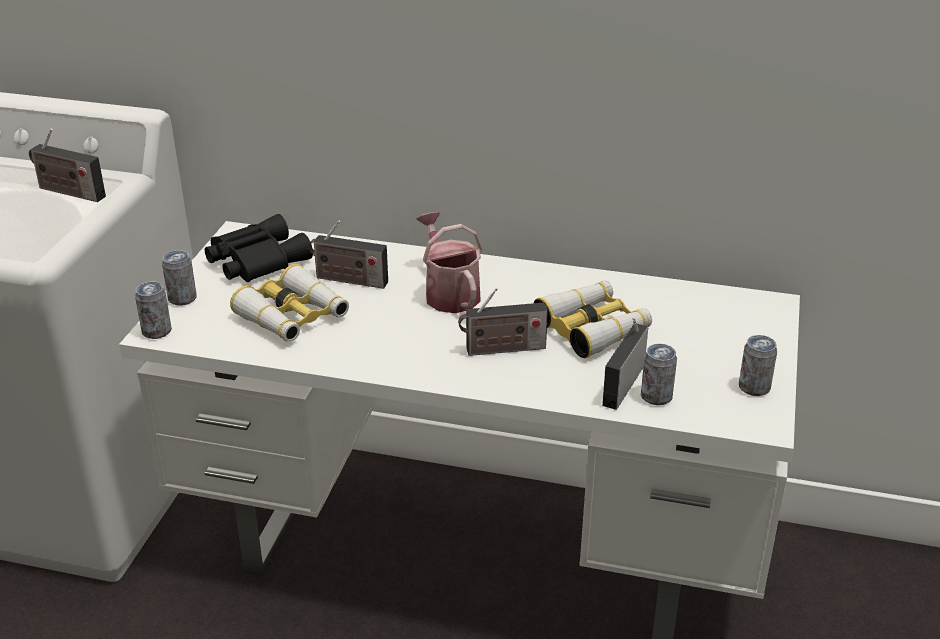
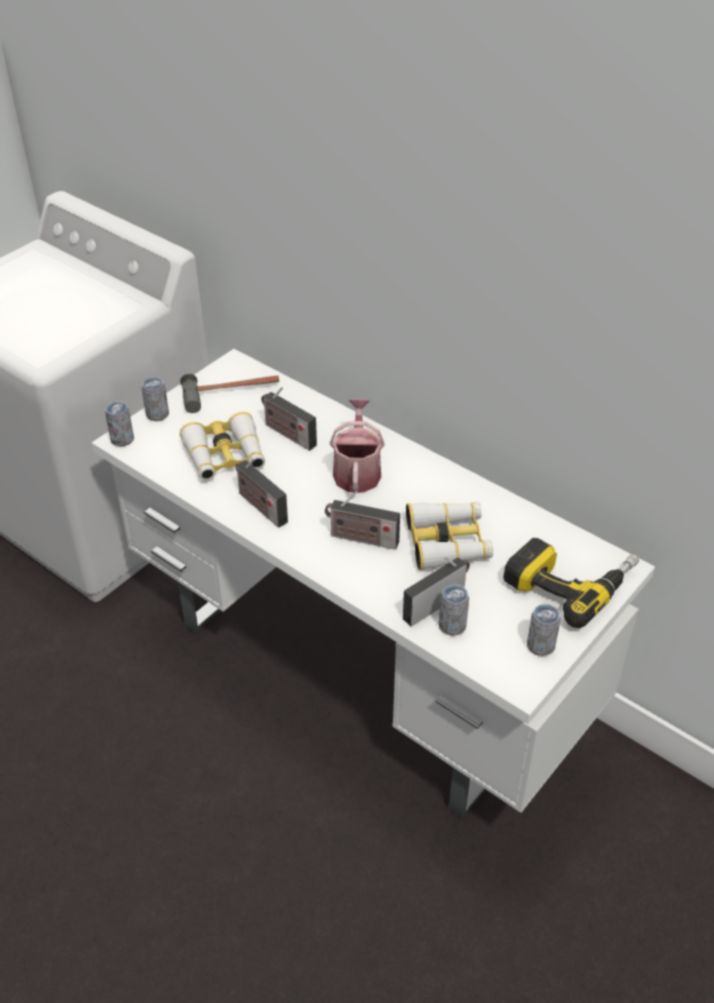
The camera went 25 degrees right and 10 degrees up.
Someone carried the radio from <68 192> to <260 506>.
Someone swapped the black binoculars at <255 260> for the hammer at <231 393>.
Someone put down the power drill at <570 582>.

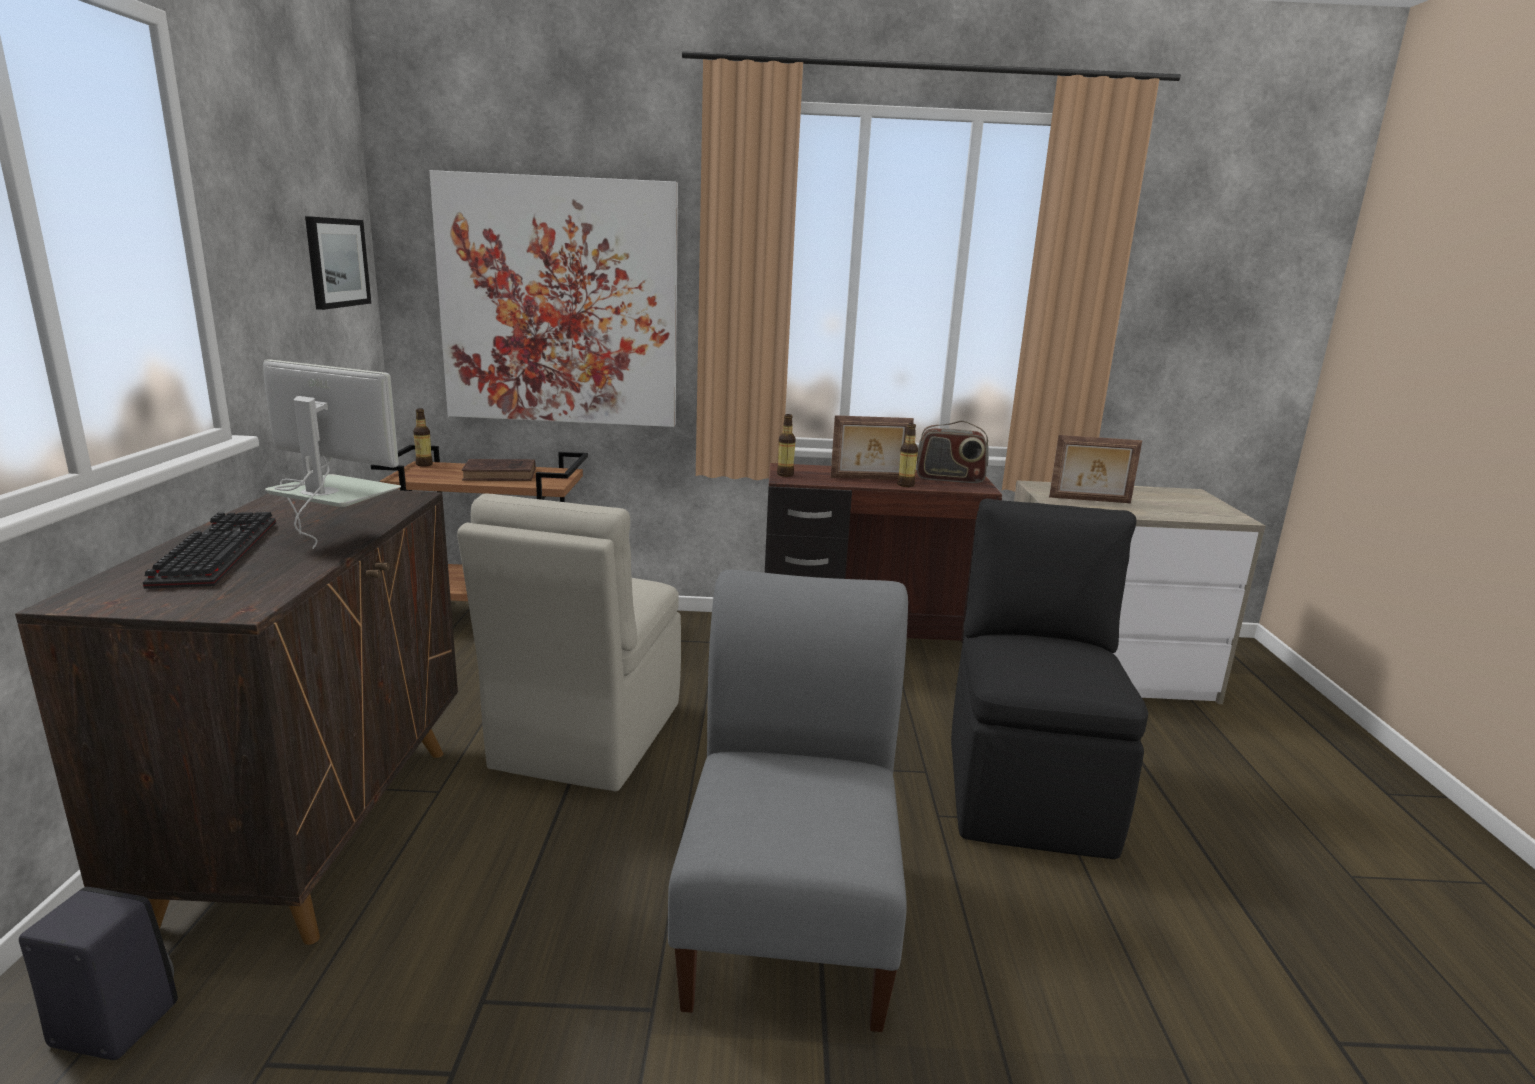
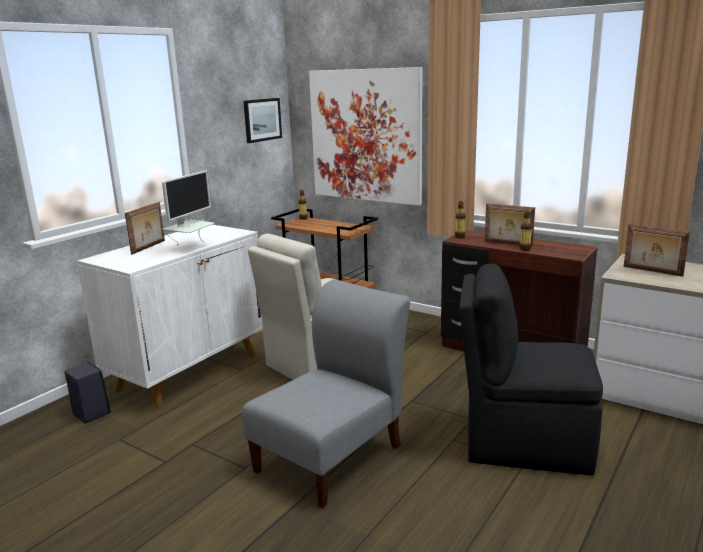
The camera went 35 degrees right and 0 degrees up.
Someone repainted the brown cabinet at <317 827>, which became the white cabinet at <190 371>.
Someone swapped the keyboard at <214 552> for the picture frame at <149 247>.
Someone rotated the monitor at <337 541> by 60 degrees clockwise.
Someone took away the brown book at <502 475>.
Someone took away the radio at <949 479>.
Someone rotated the black chair at <1026 788> by 120 degrees counterclockwise.

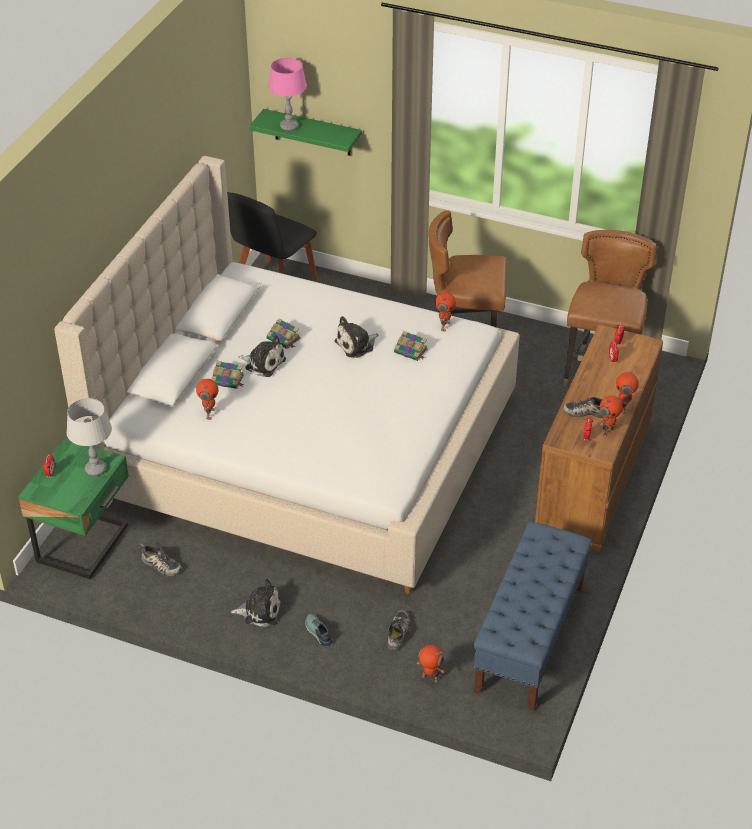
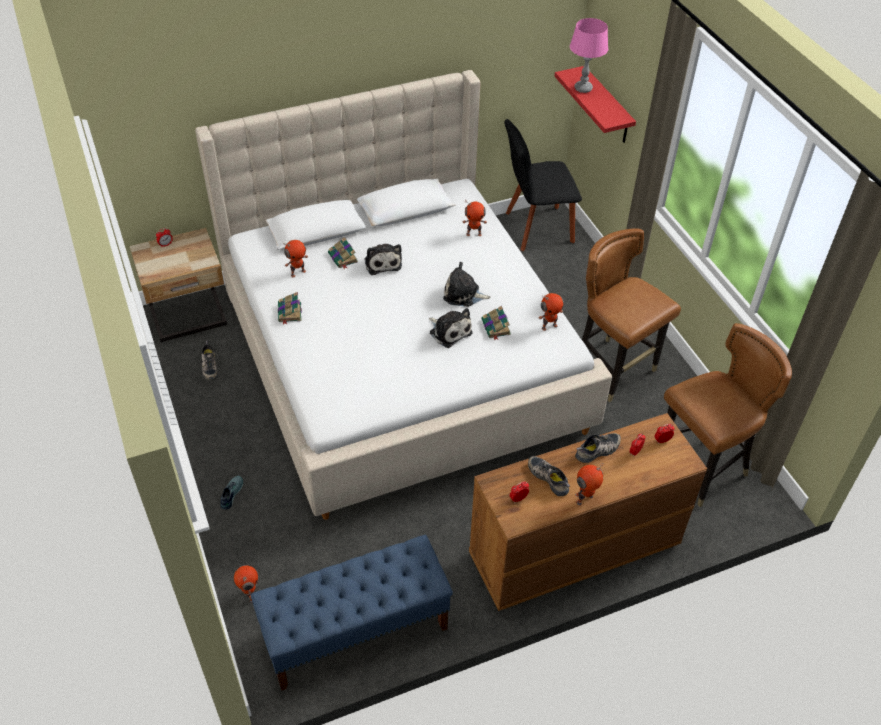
The camera went 45 degrees right and 5 degrees up.
Someone repainted the green nightstand at <86 545>, which became the beige nightstand at <189 318>.
Someone took away the grey table lamp at <96 469>.
Someone carried the plush toy from <259 611> to <449 331>.
Someone repainted the green shelf at <312 133>, which became the red shelf at <607 106>.
Someone carried the book from <284 339> to <290 313>.
Someone carried the shoe from <398 633> to <598 451>.
Someone carried the toy robot from <607 431> to <474 234>.

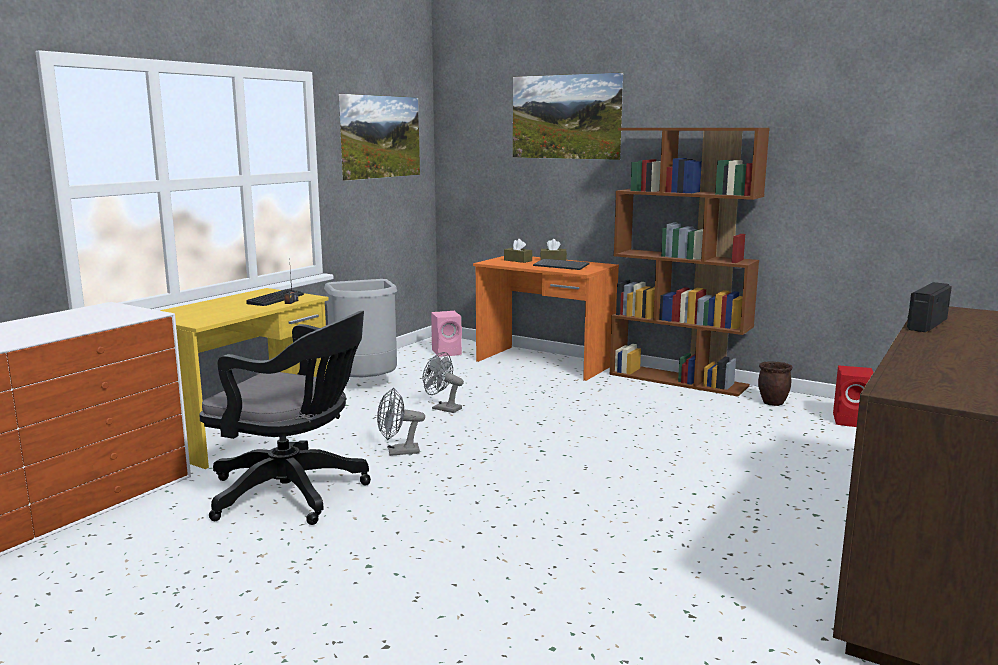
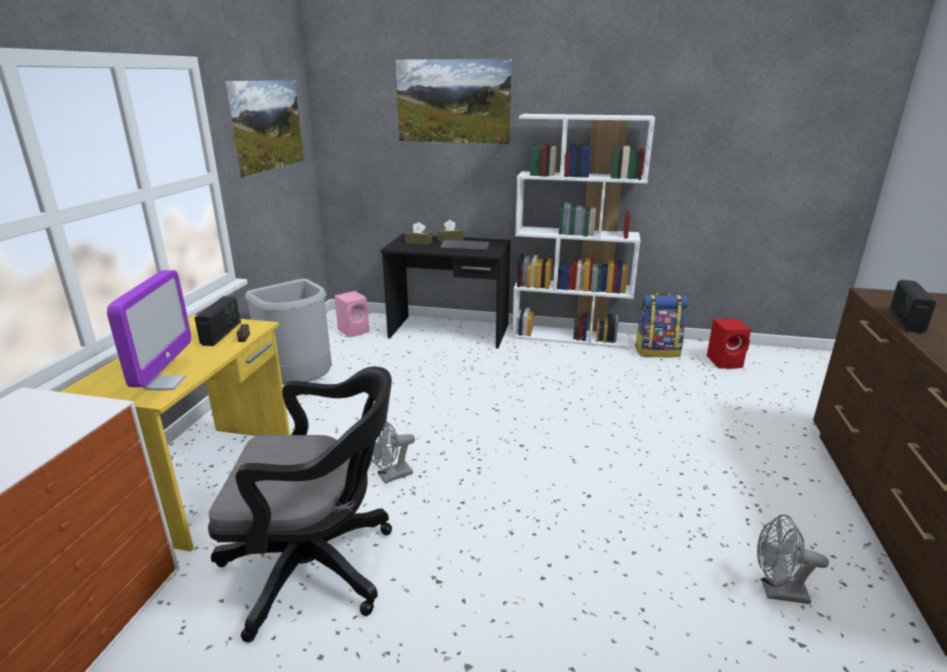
The camera went 20 degrees left and 10 degrees up.
Someone swapped the keyboard at <276 299> for the radio at <221 334>.
Someone carried the grey fan from <442 408> to <777 592>.
Someone repainted the orange desk at <544 363>, which became the black desk at <449 332>.
Someone repainted the brown bookcase at <678 380>, which became the white bookcase at <570 336>.
Someone swapped the brown planter at <773 403> for the backpack at <657 351>.
Someone put down the monitor at <164 383>.

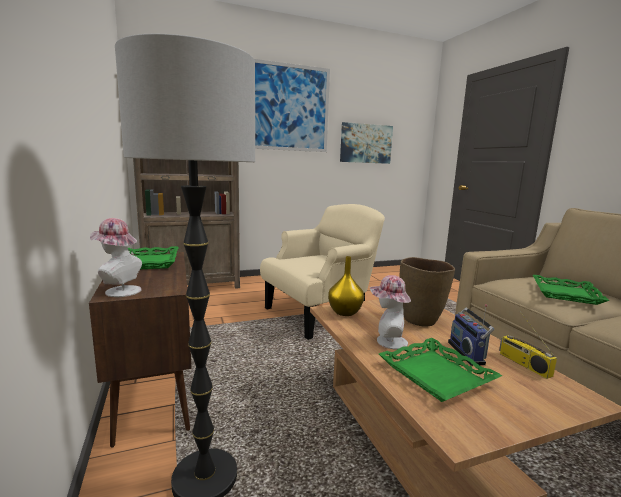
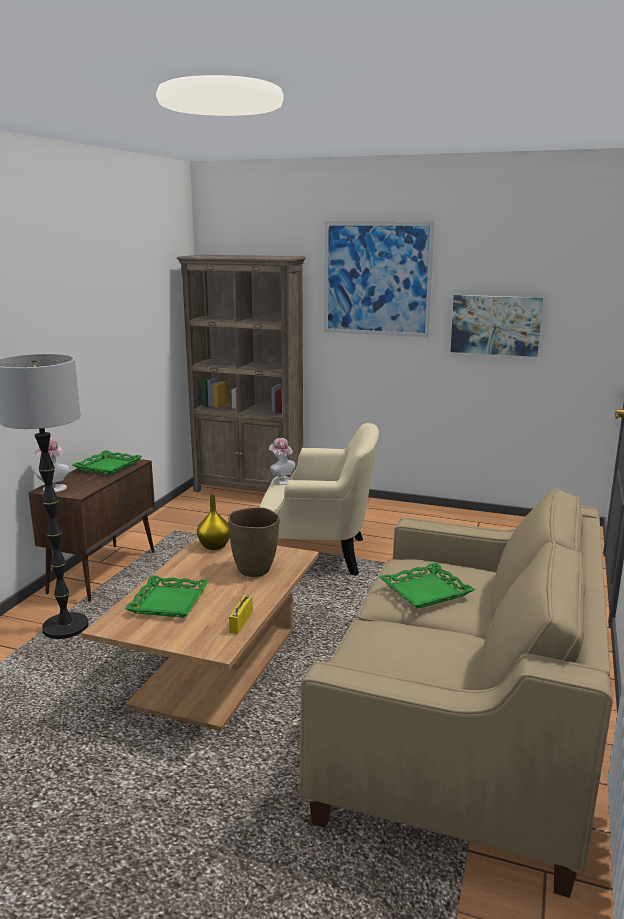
The camera went 40 degrees right and 5 degrees up.
Someone carried the hat from <387 341> to <281 480>.
Someone took away the radio at <468 353>.

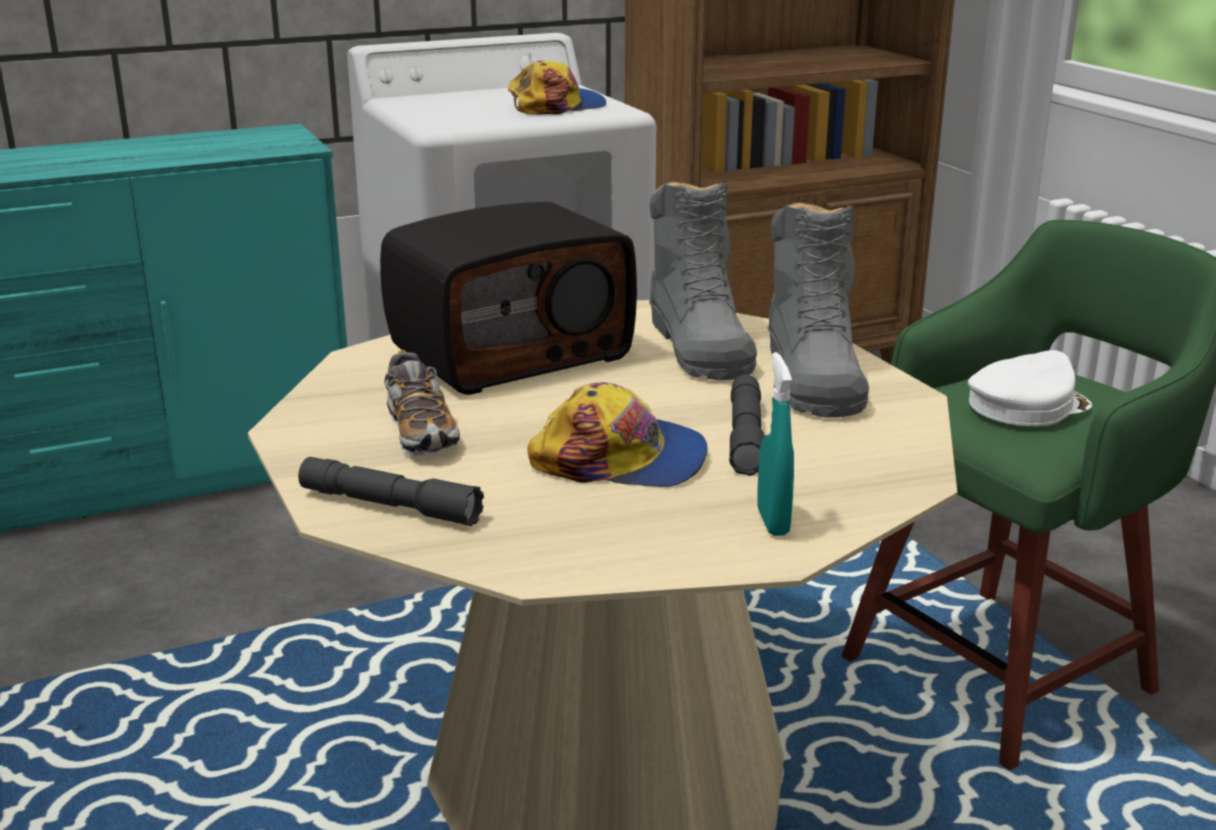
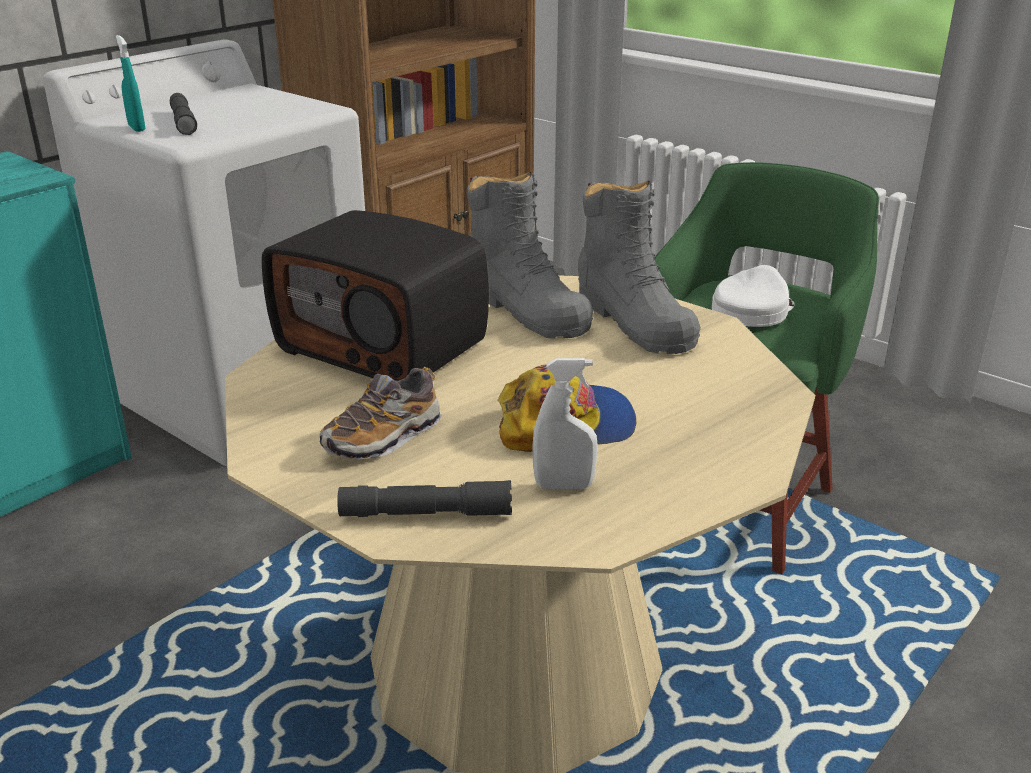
The camera went 25 degrees left and 5 degrees up.
Someone rotated the radio at <510 353> by 90 degrees clockwise.
Someone rotated the shoe at <421 432> by 90 degrees clockwise.
Someone took away the cap at <556 106>.
Someone carried the grey flashlight from <745 436> to <183 122>.
Someone carried the turquoise spray bottle from <773 522> to <136 128>.
Someone put down the white spray bottle at <564 486>.

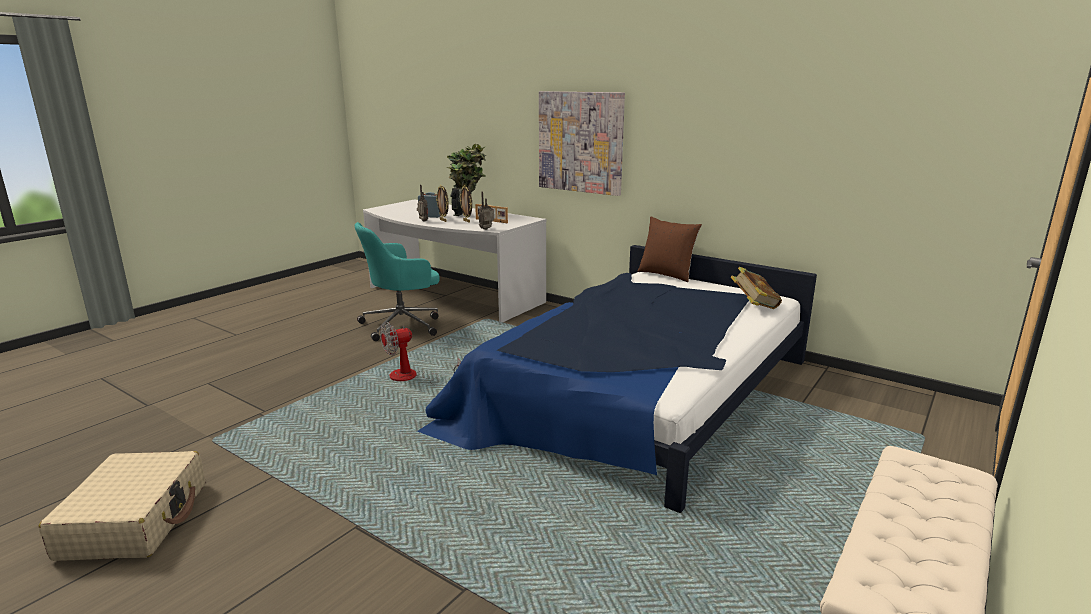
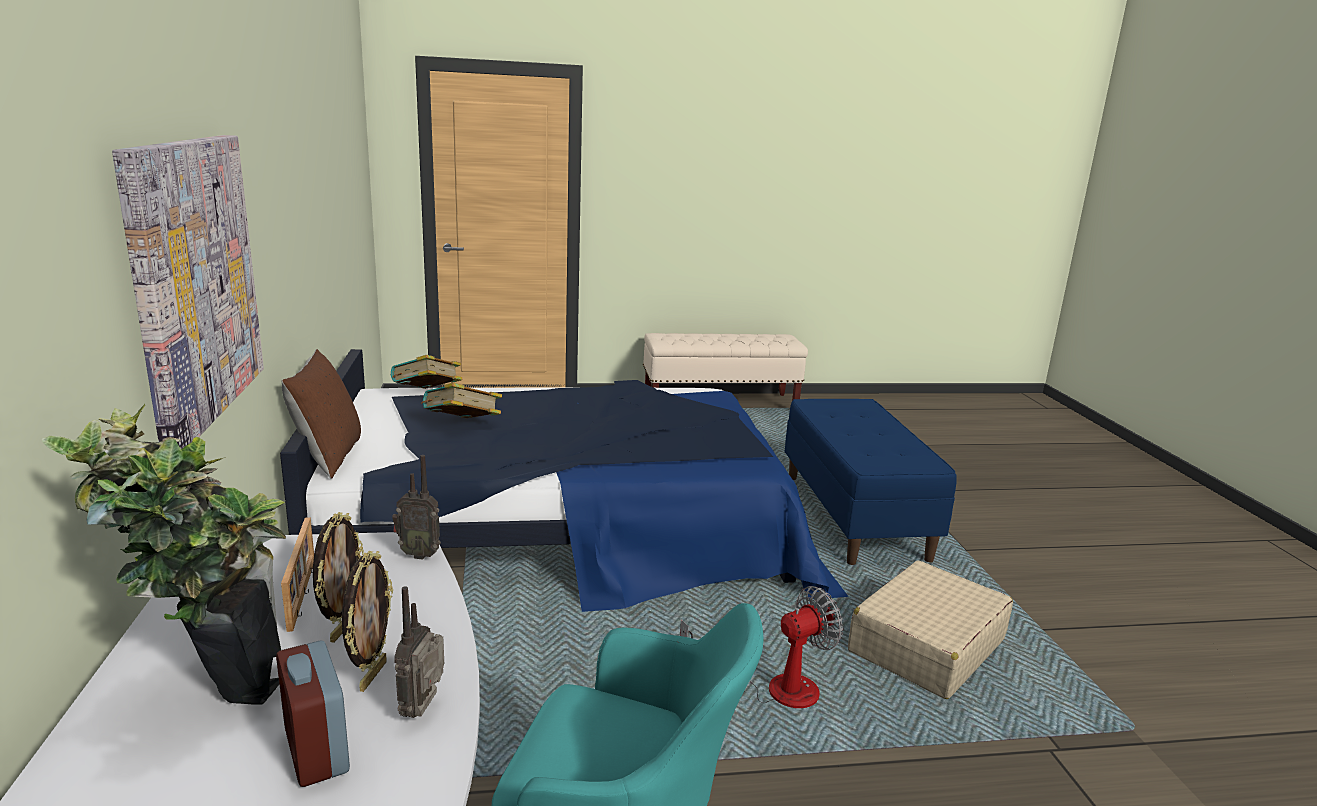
The camera went 135 degrees left and 0 degrees up.
Someone carried the beige suitcase from <135 520> to <926 646>.
Someone rotated the fan at <412 378> by 45 degrees counterclockwise.
Someone put down the book at <462 427>.
Someone put down the blue bench at <852 516>.

